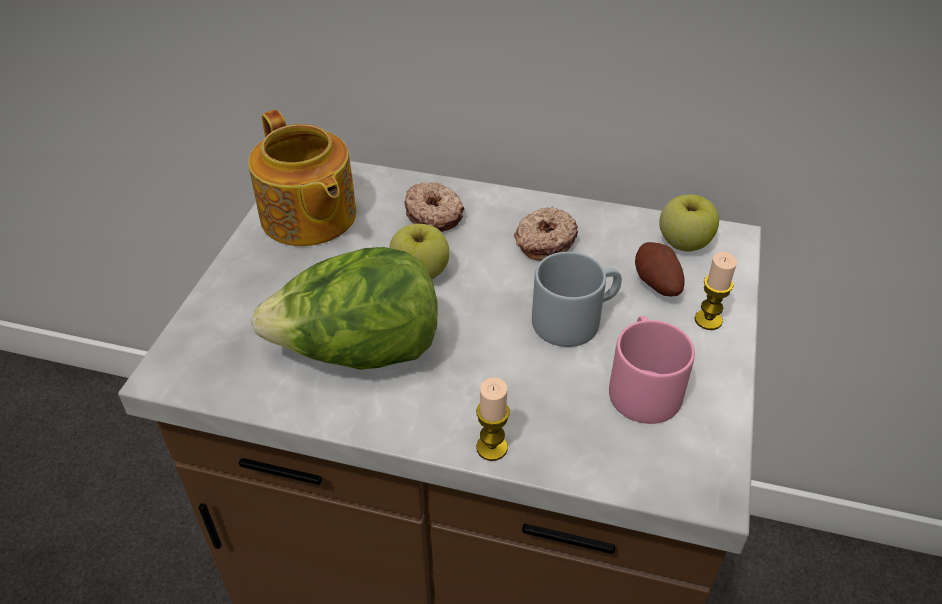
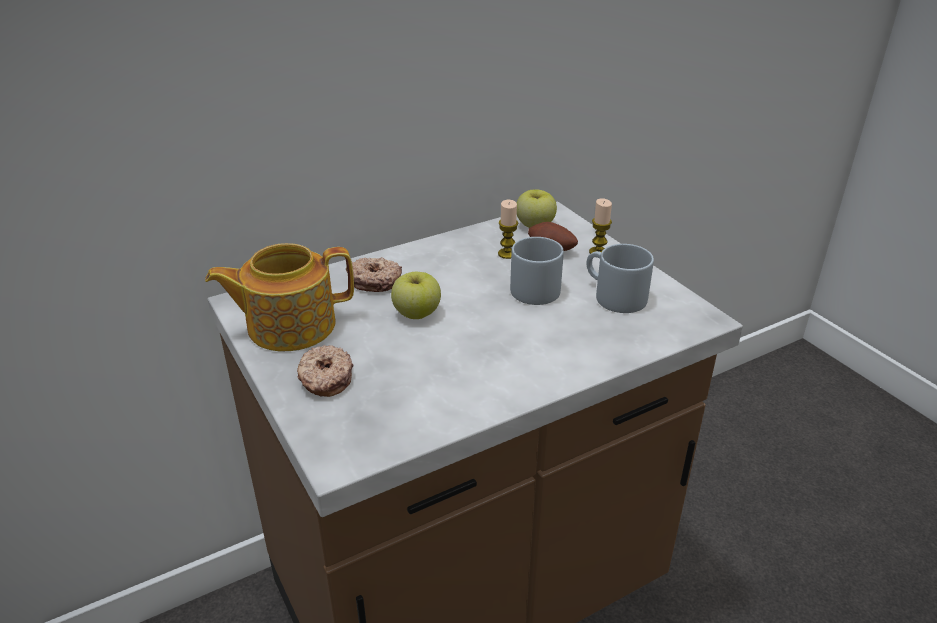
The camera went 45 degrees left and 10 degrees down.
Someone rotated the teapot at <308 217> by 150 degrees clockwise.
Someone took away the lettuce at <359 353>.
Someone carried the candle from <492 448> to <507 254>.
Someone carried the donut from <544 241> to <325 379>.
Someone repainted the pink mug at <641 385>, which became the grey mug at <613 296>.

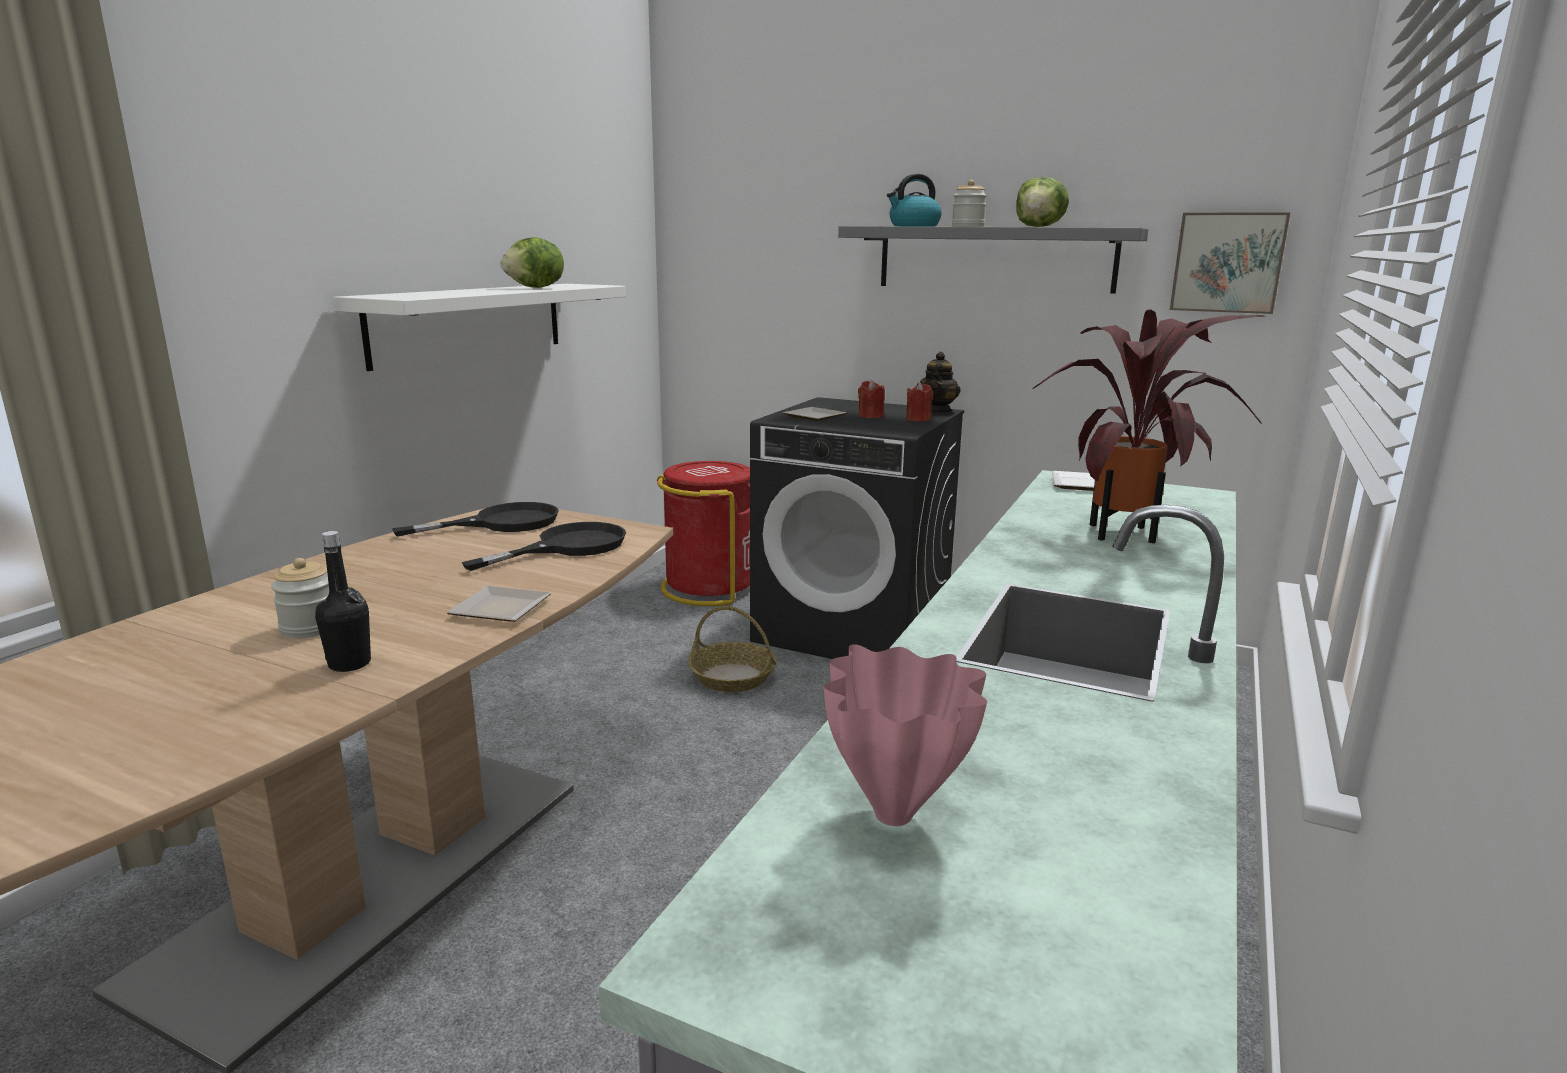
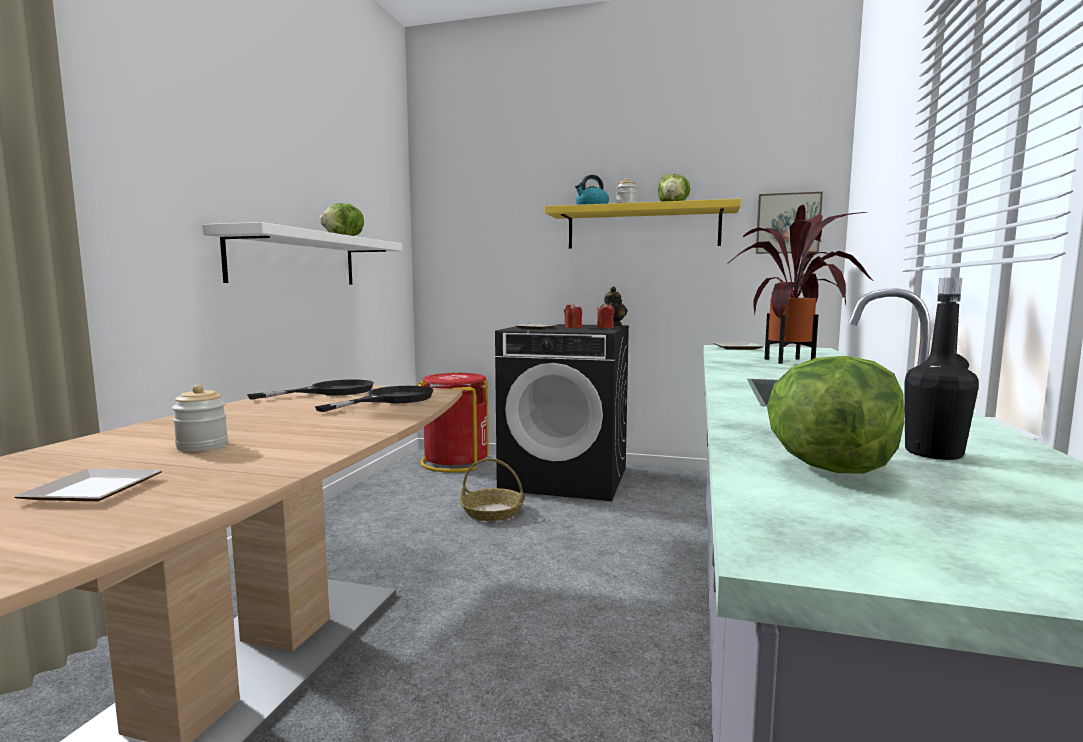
The camera went 10 degrees left and 10 degrees down.
Someone carried the black bottle from <349 664> to <933 453>.
Someone carried the plate from <499 608> to <93 489>.
Someone swapped the pink vase at <895 817> for the lettuce at <831 468>.
Someone repainted the grey shelf at <994 259>, which became the yellow shelf at <642 228>.

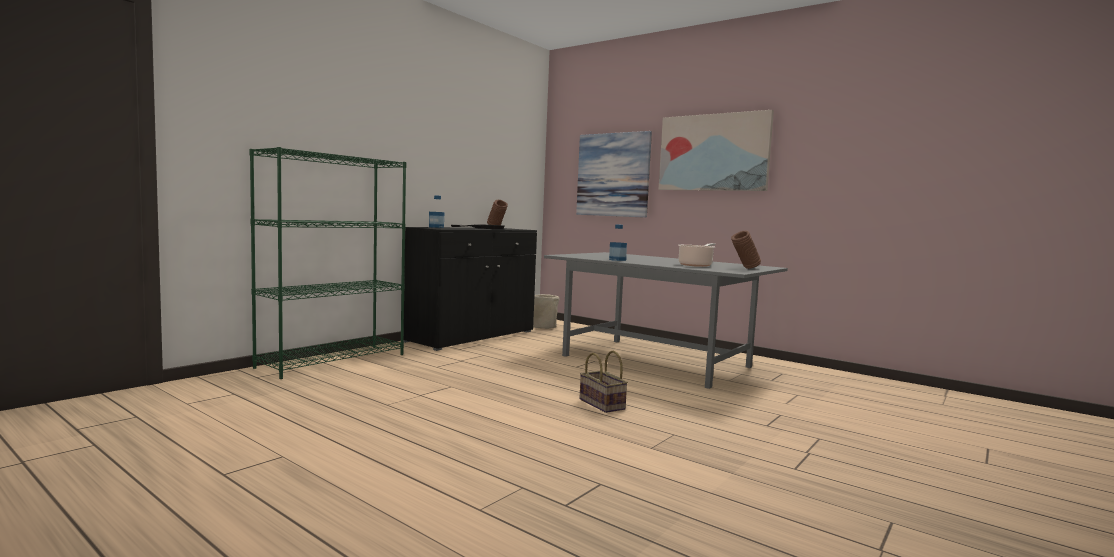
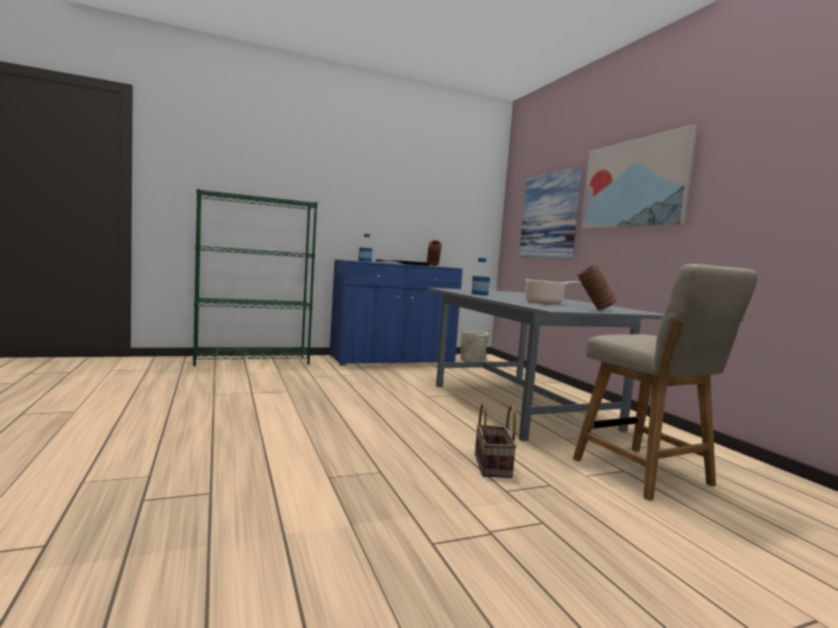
The camera went 30 degrees right and 0 degrees up.
Someone repainted the black cabinet at <471 336>, which became the blue cabinet at <392 360>.
Someone carried the basket from <603 404> to <494 466>.
Someone put down the beige chair at <647 474>.

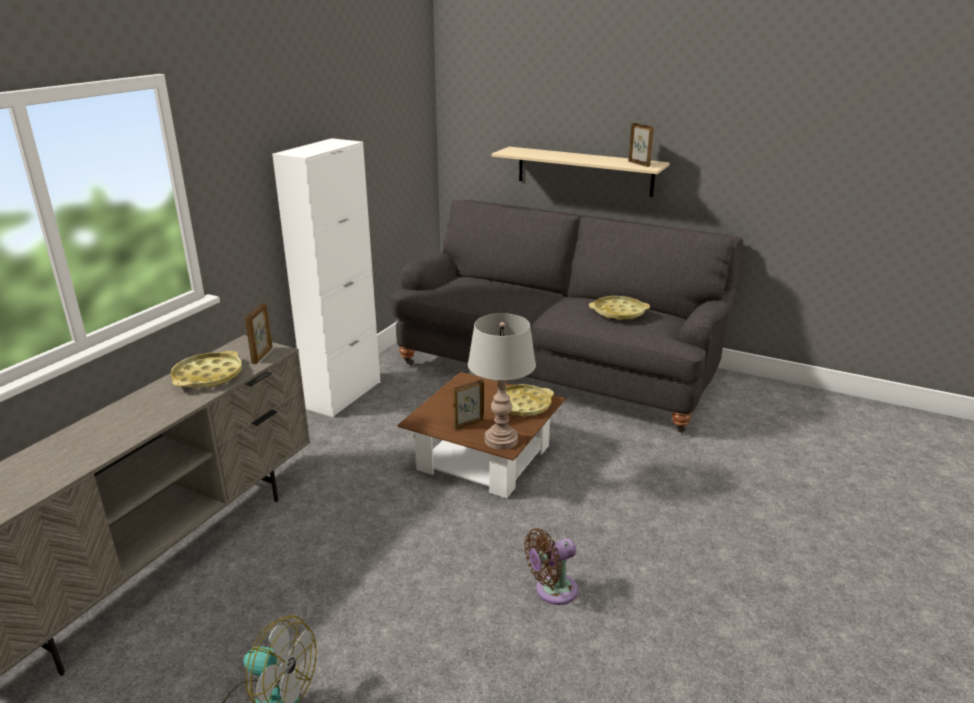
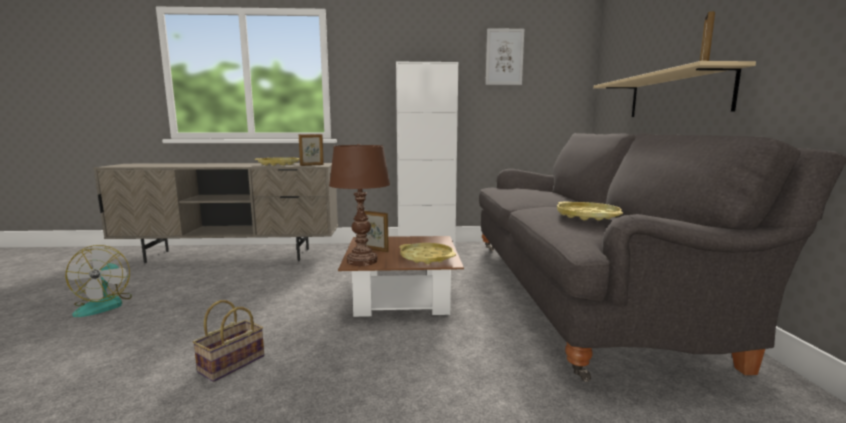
The camera went 60 degrees right and 15 degrees down.
Someone repainted the grey table lamp at <501 440>, which became the brown table lamp at <362 261>.
Someone swapped the brown fan at <552 591> for the basket at <231 365>.
Someone put up the picture at <504 57>.

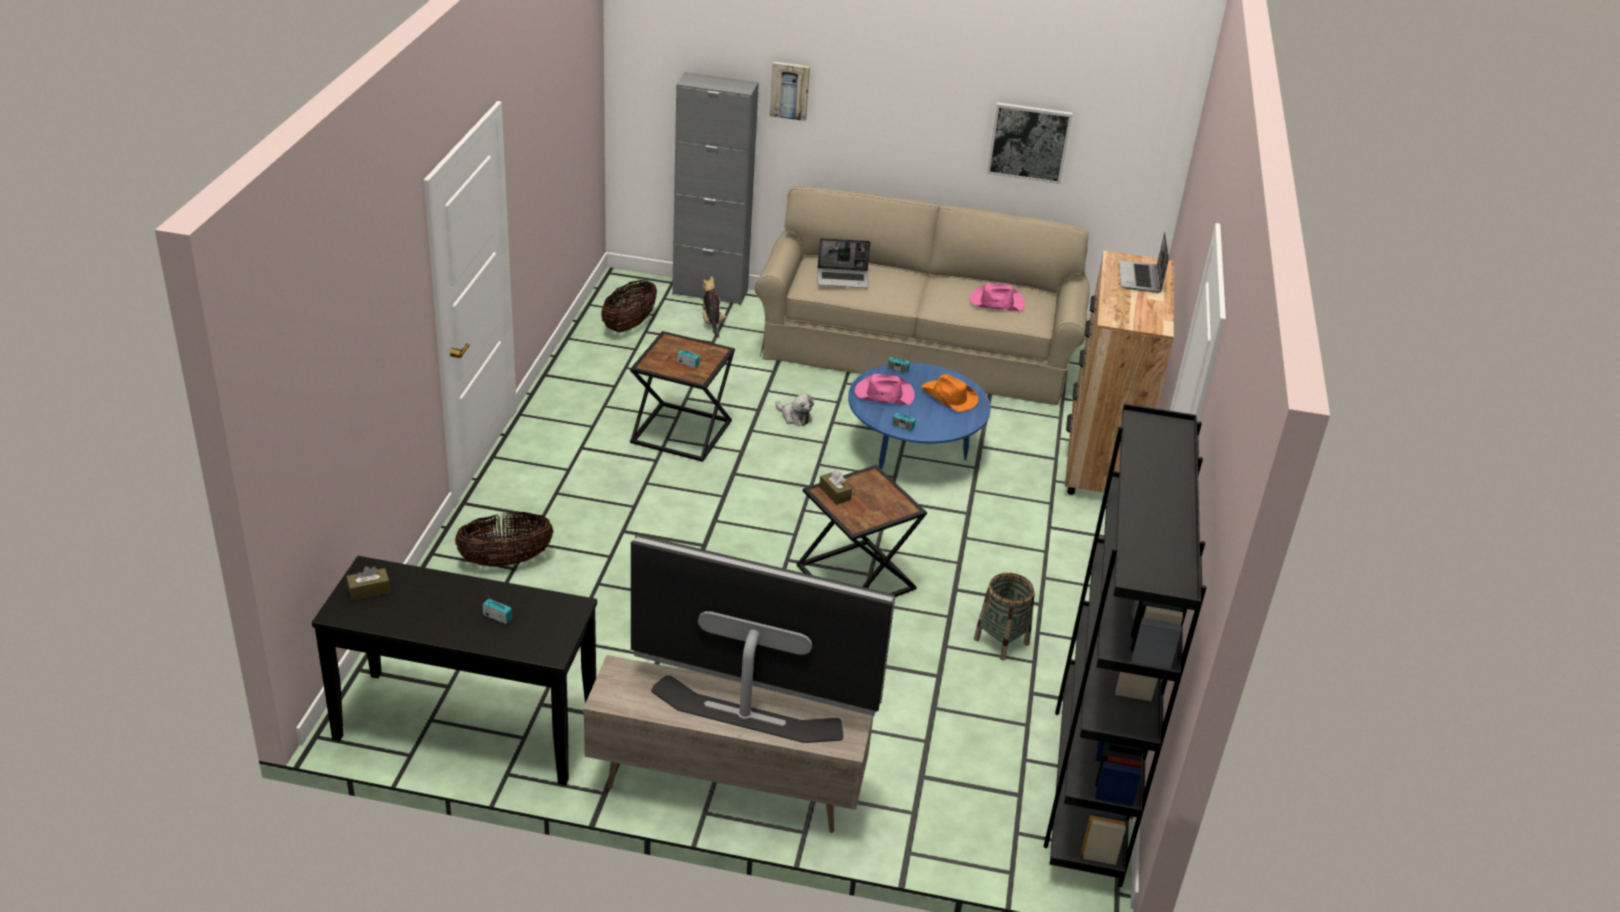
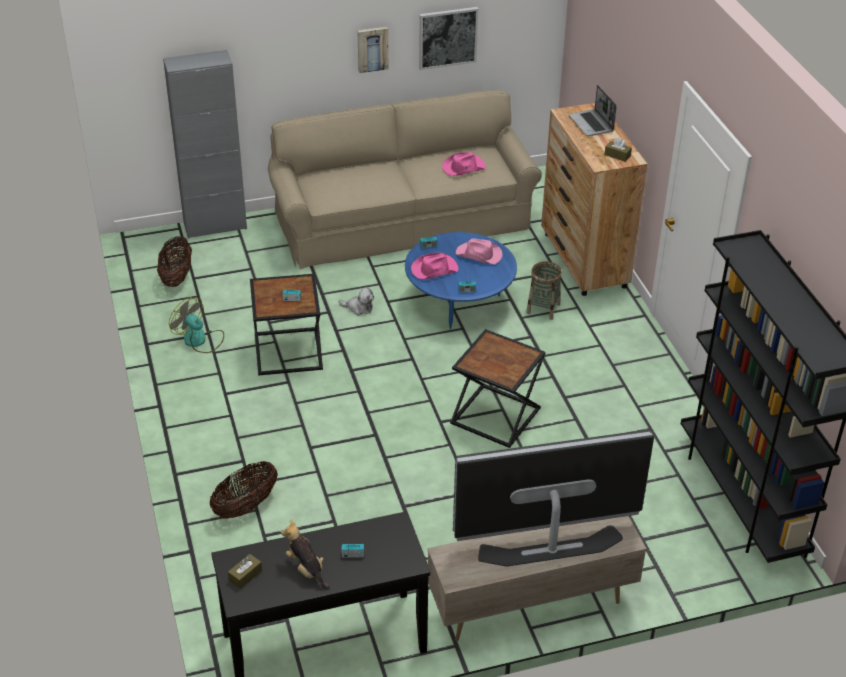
The camera went 25 degrees left and 5 degrees up.
Someone carried the plush toy from <712 322> to <306 569>.
Someone carried the picture from <790 90> to <372 49>.
Someone took away the laptop at <843 279>.
Someone carried the brown tissue box from <834 493> to <617 155>.
Someone repainted the orange hat at <949 397>, which became the pink hat at <479 255>.
Someone carried the basket from <1001 641> to <543 308>.
Someone put down the fan at <199 340>.

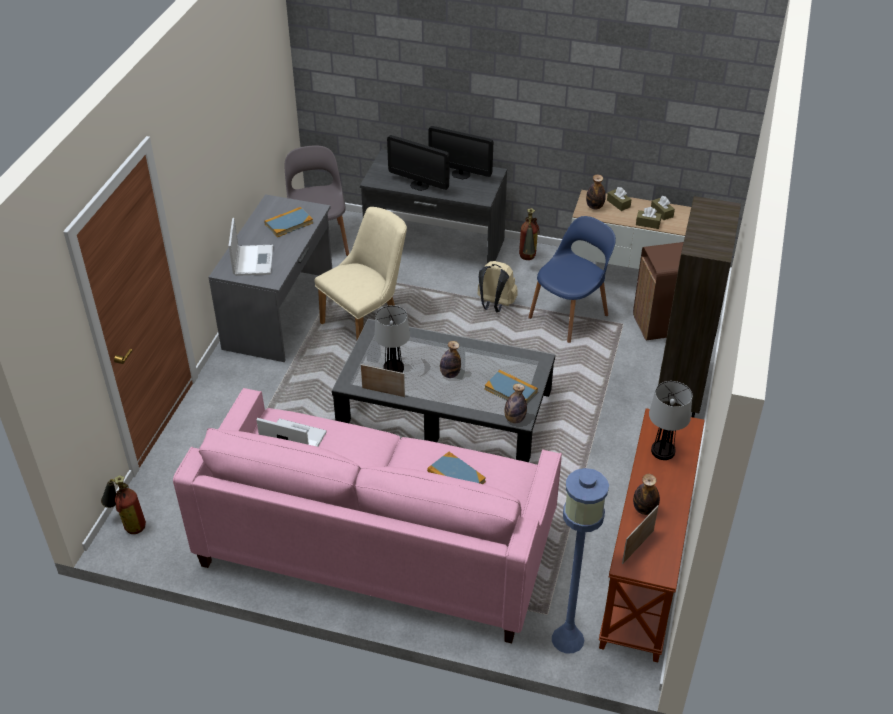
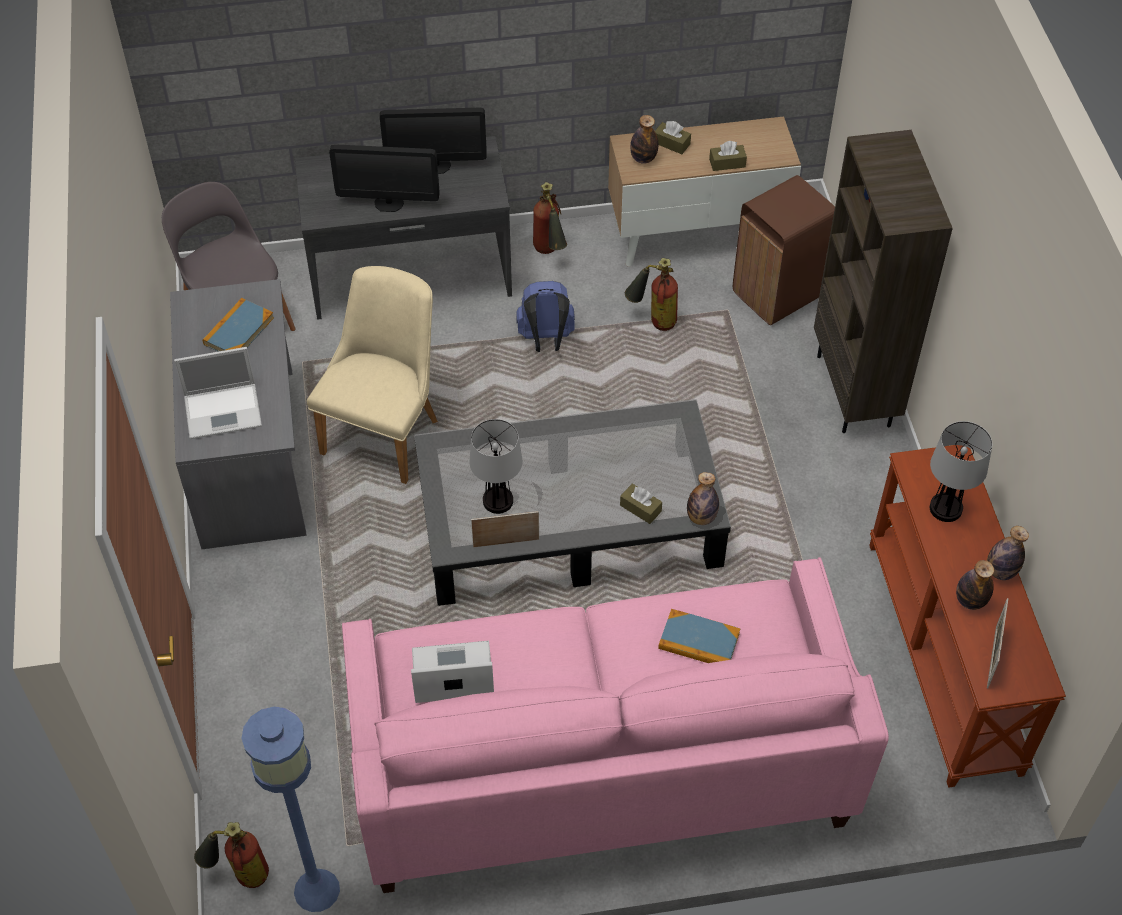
The camera went 25 degrees left and 10 degrees up.
Someone rotated the laptop at <253 260> by 105 degrees clockwise.
Someone carried the bottle from <450 374> to <1000 571>.
Someone repainted the beige backpack at <495 305>, which became the blue backpack at <546 340>.
Someone took away the book at <510 390>.
Someone swapped the blue chair at <570 315> for the fire extinguisher at <653 320>.
Someone carried the blue floor lamp from <567 639> to <316 890>.
Someone carried the brown tissue box from <661 212> to <640 508>.

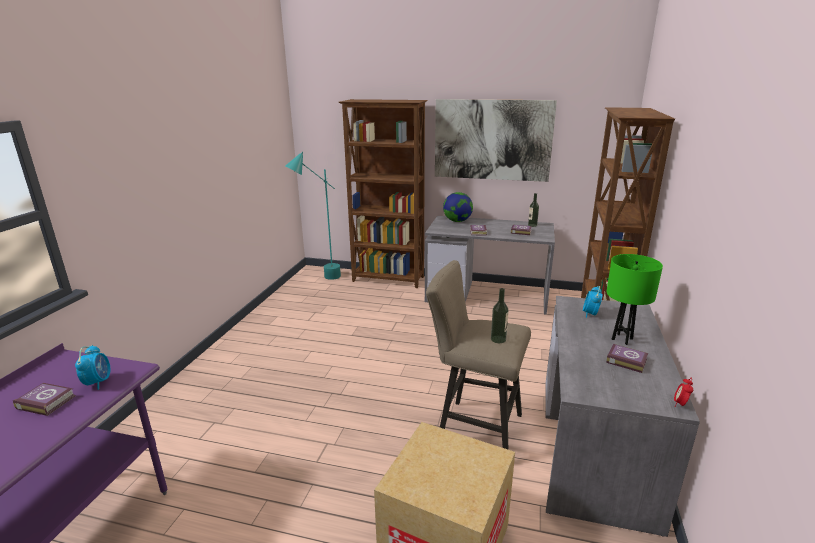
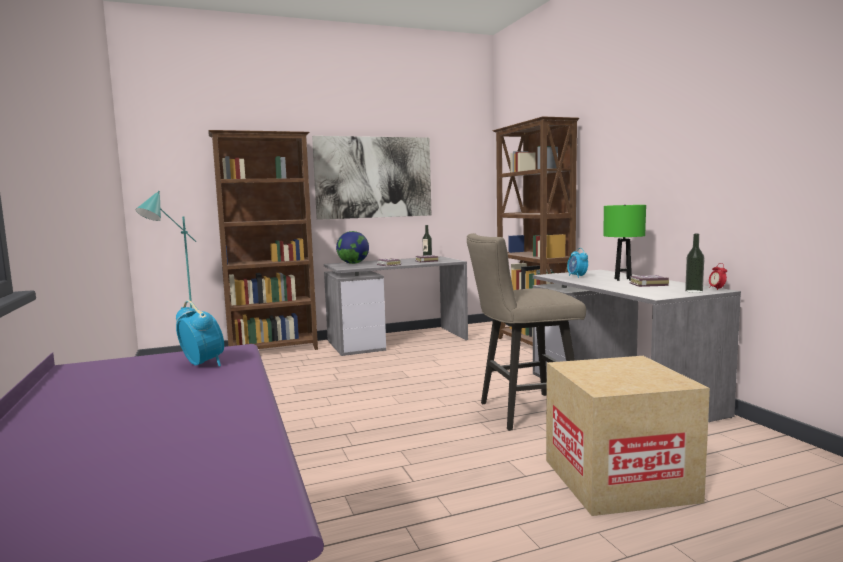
The camera went 35 degrees left and 15 degrees down.
Someone took away the book at <46 401>.
Someone carried the bottle from <498 339> to <694 291>.

